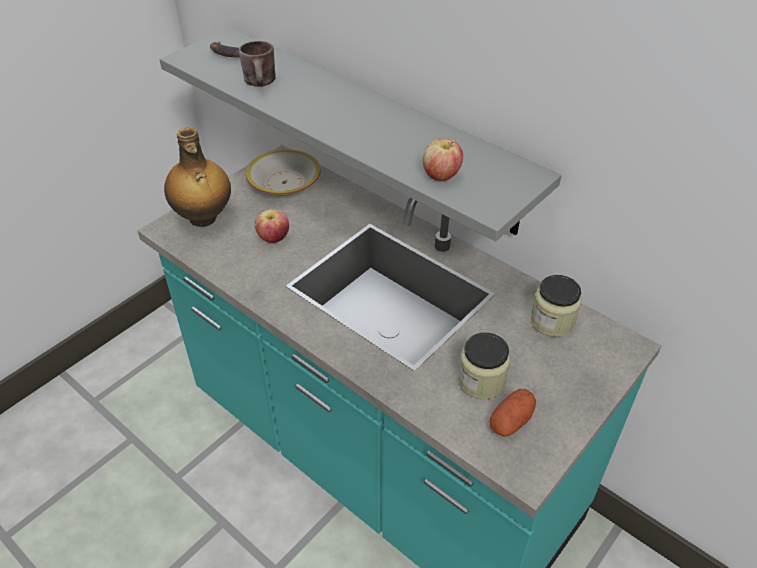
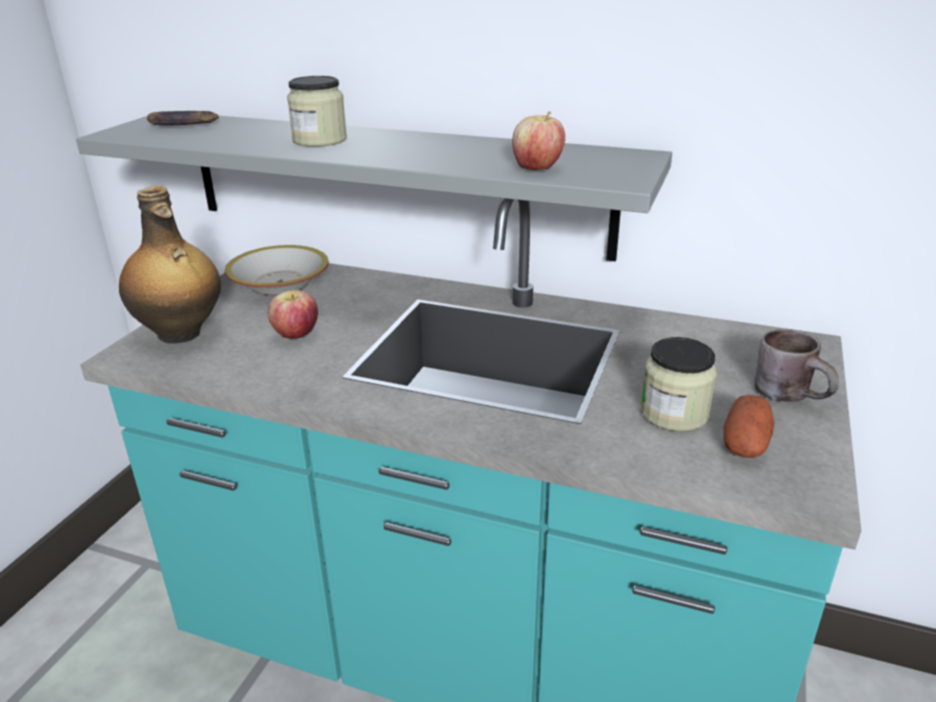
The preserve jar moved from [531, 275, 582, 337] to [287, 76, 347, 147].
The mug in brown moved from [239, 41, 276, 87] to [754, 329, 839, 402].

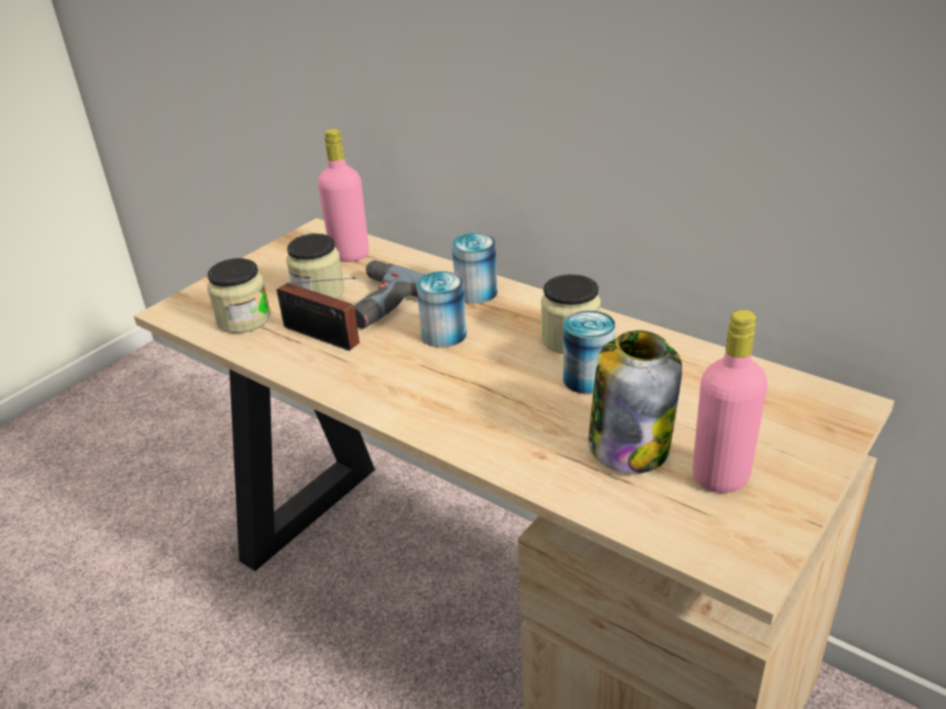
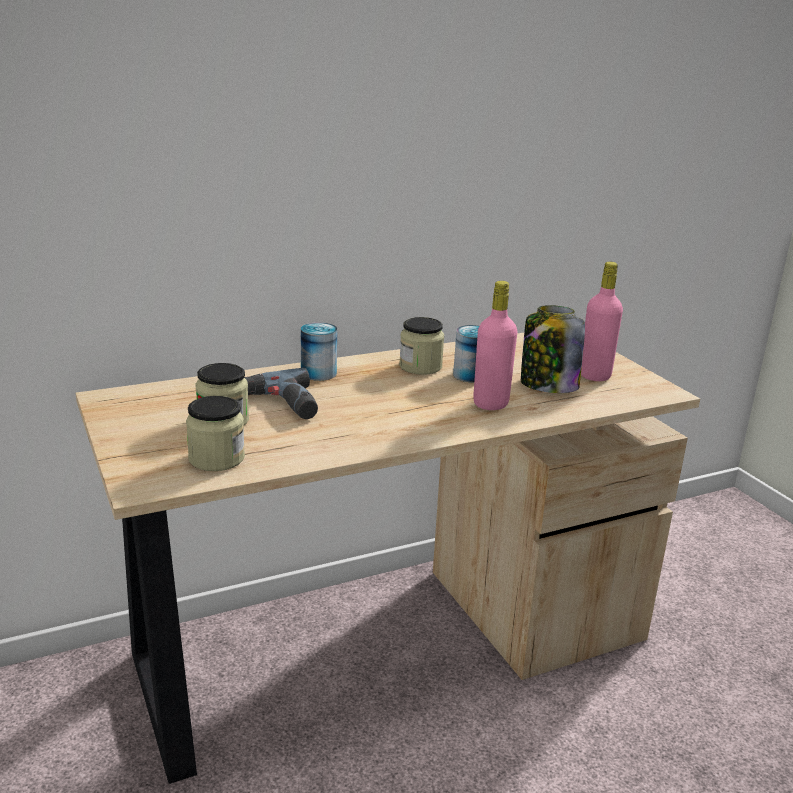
The bottle in pinkish moved from [318, 129, 369, 262] to [473, 281, 517, 410].
The radio receiver at [277, 277, 359, 351] disappeared.
The metal can at [416, 271, 467, 348] disappeared.

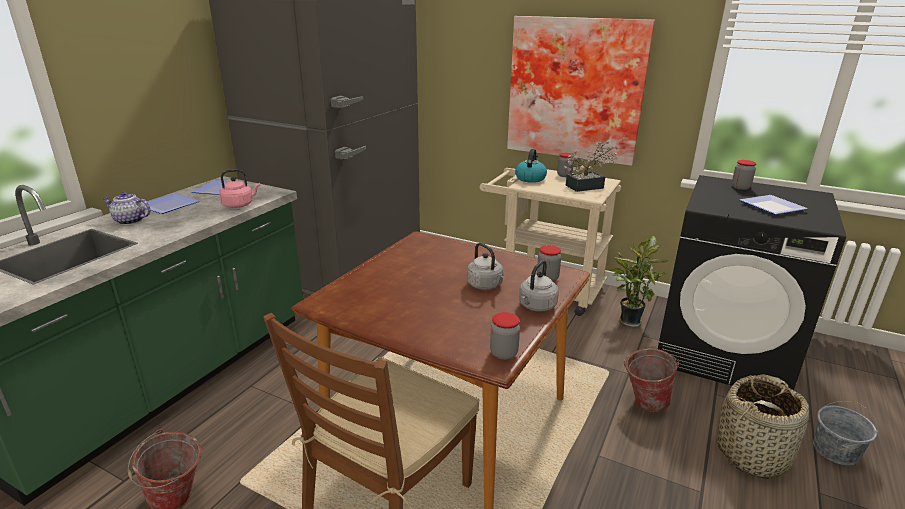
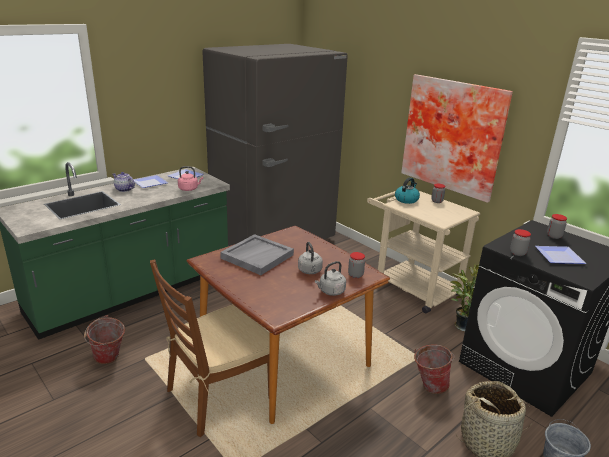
The tray in greyish at [220, 234, 294, 275] appeared.
The preserve jar moved from [490, 312, 520, 360] to [510, 229, 531, 256].
The houseplant at [564, 141, 618, 192] disappeared.

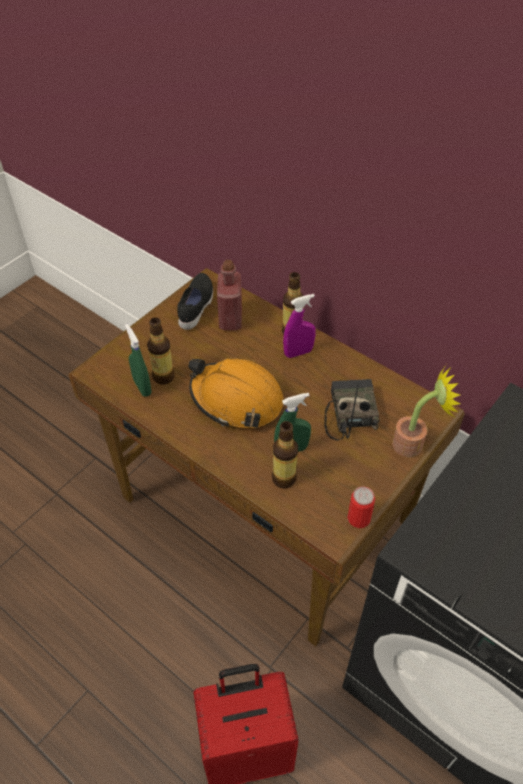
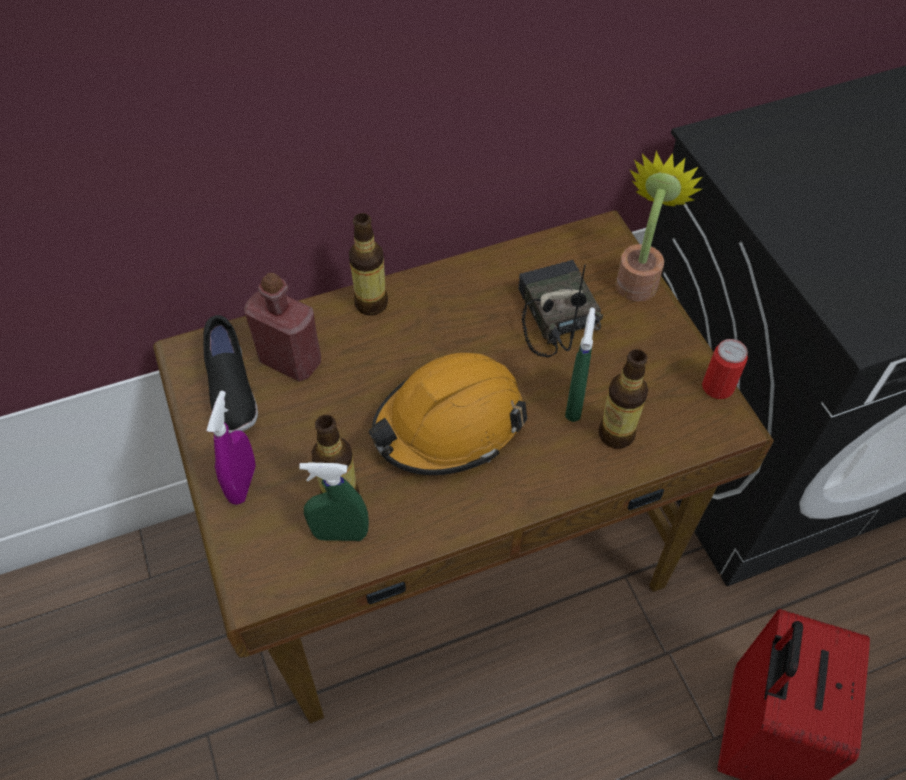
The low shoe in black-coloured at [177, 273, 213, 330] turned 150 degrees counterclockwise.
The sprayer in purple moved from [283, 294, 316, 358] to [207, 391, 256, 505].
The radio receiver at [324, 379, 380, 440] turned 45 degrees clockwise.

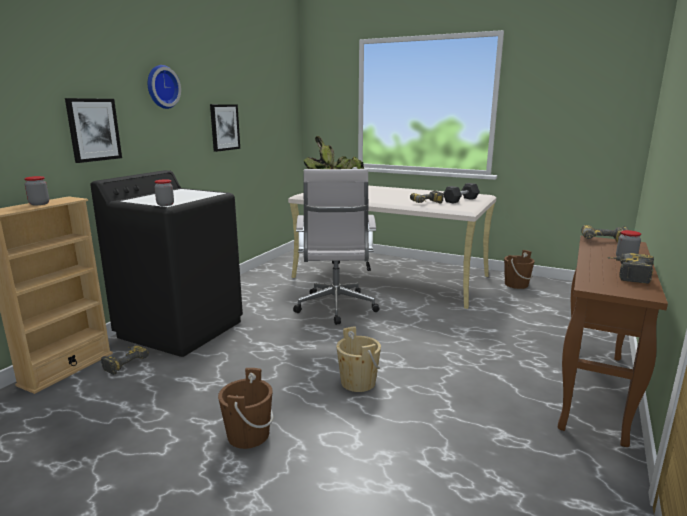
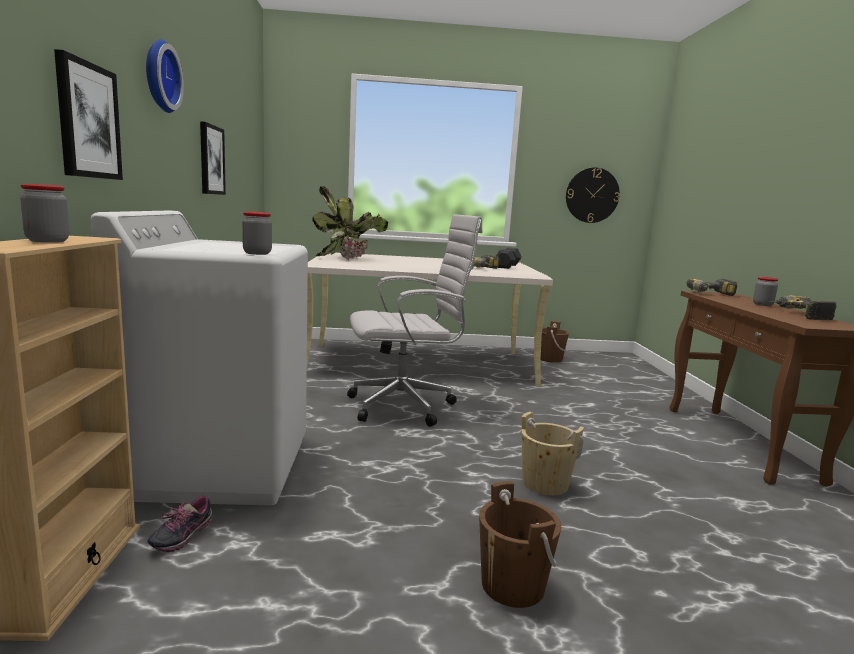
The washing machine in black-coloured at [90, 170, 243, 357] became the washing machine in white-coloured at [90, 211, 308, 505].
The power drill at [101, 345, 149, 375] was replaced by the low shoe at [147, 496, 213, 552].
The office chair in white-coloured at [293, 169, 380, 325] turned 75 degrees counterclockwise.
The clock on the wall at [566, 168, 620, 223] appeared.

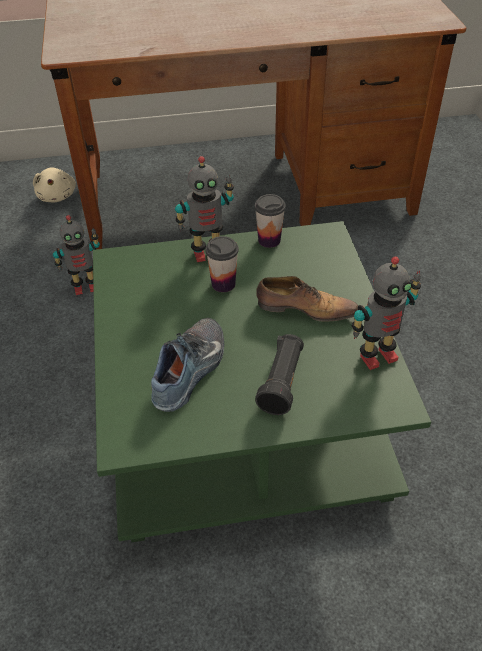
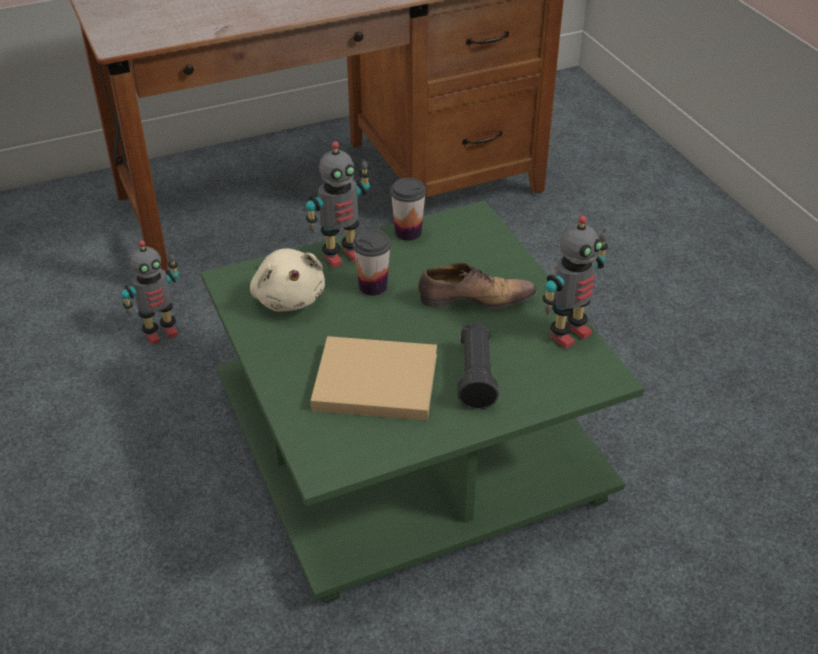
The soft toy in beige-coloured moved from [33, 168, 76, 202] to [250, 248, 325, 312].
The low shoe at [151, 318, 224, 412] was replaced by the volume in beige-coloured at [311, 336, 437, 421].

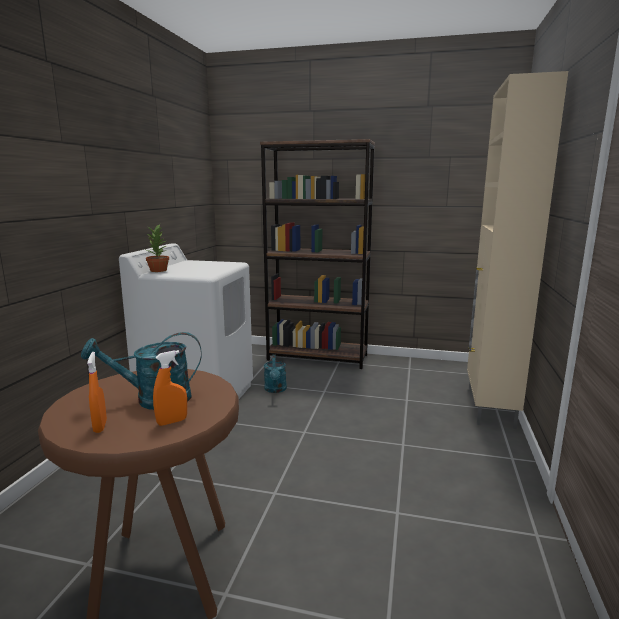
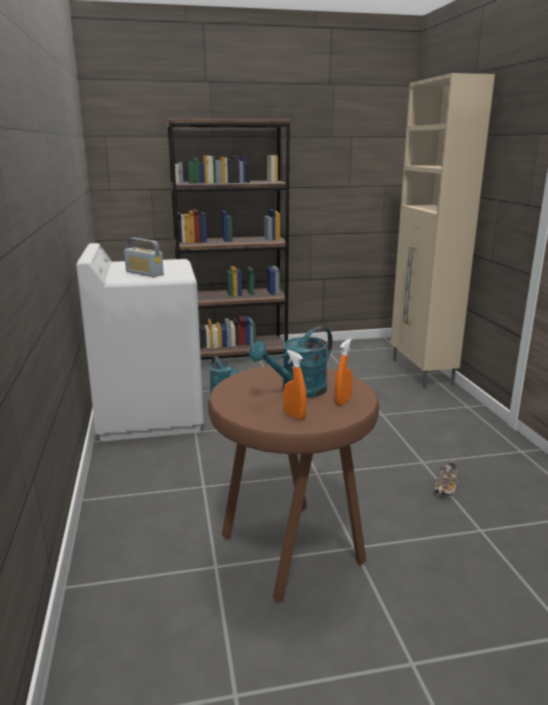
The radio receiver at [124, 238, 164, 277] appeared.
The low shoe at [434, 461, 459, 496] appeared.
The houseplant at [146, 224, 169, 272] disappeared.

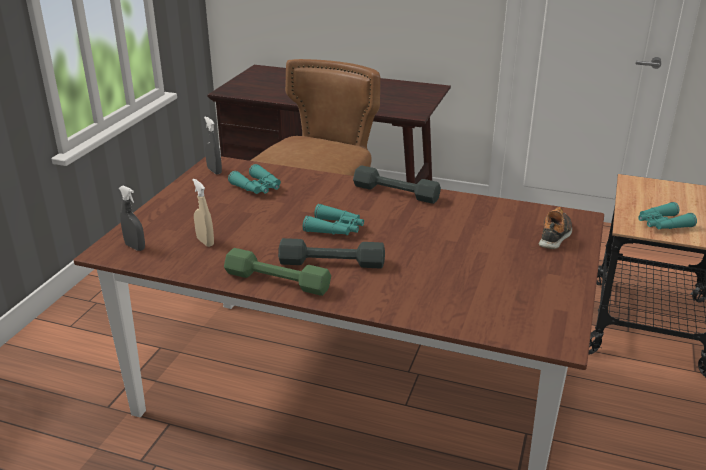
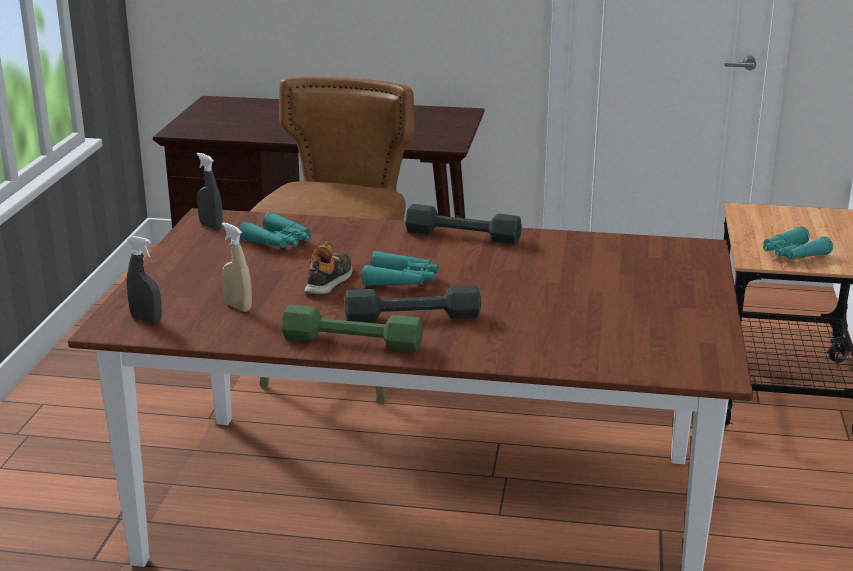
The low shoe moved from [538, 207, 572, 249] to [304, 241, 352, 295].

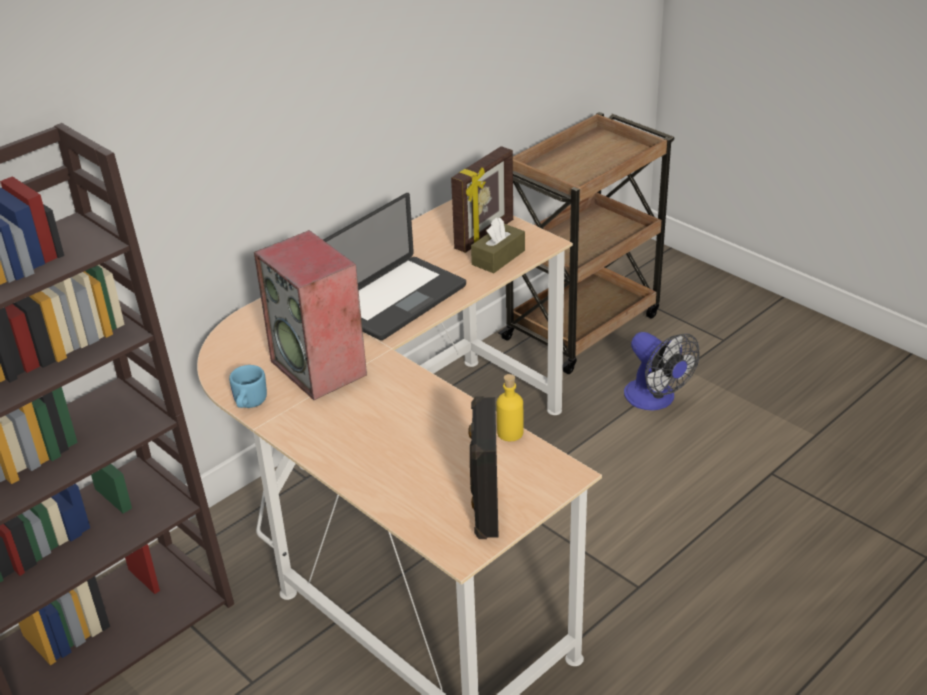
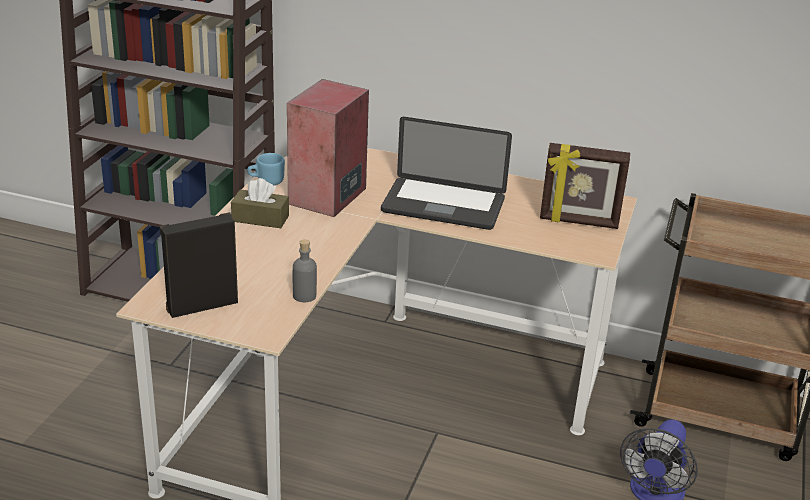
The tissue holder in brown moved from [471, 217, 525, 273] to [231, 178, 289, 228].
The bottle in yellowish at [497, 374, 524, 441] became the bottle in greyish at [293, 239, 317, 302].

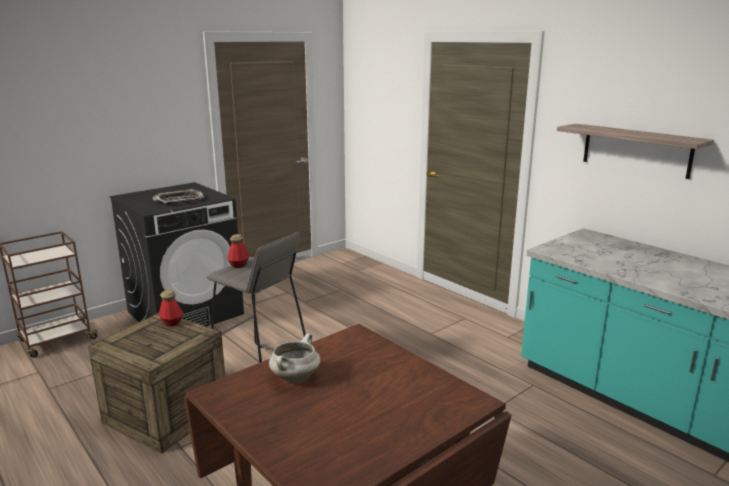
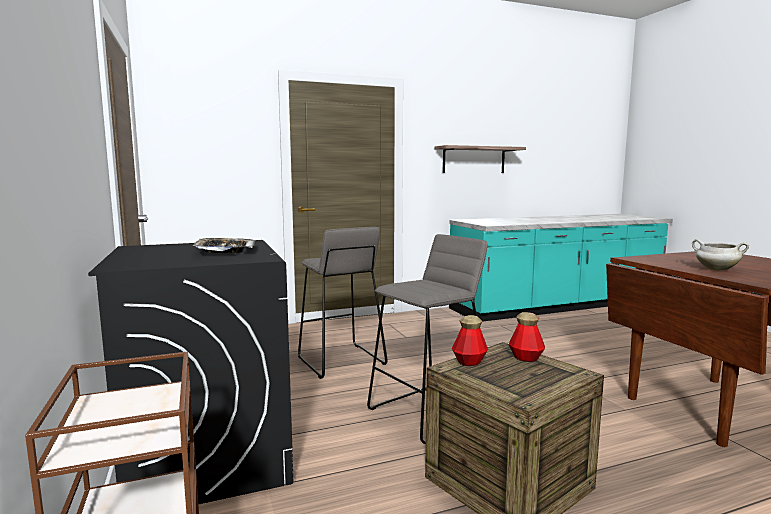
The stool in greyish at [298, 227, 388, 379] appeared.
The bottle moved from [227, 234, 250, 268] to [509, 312, 545, 362].

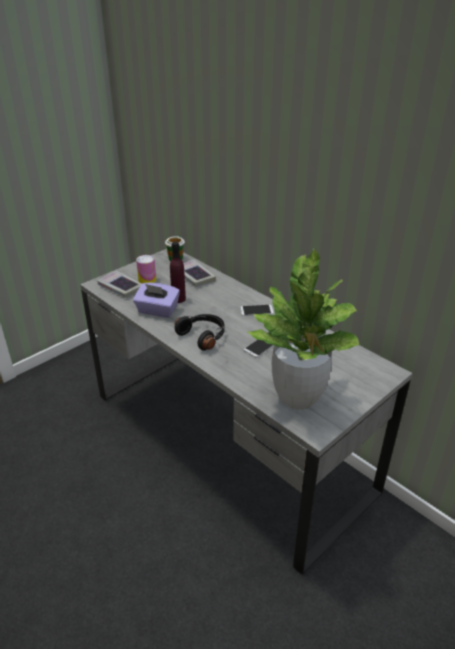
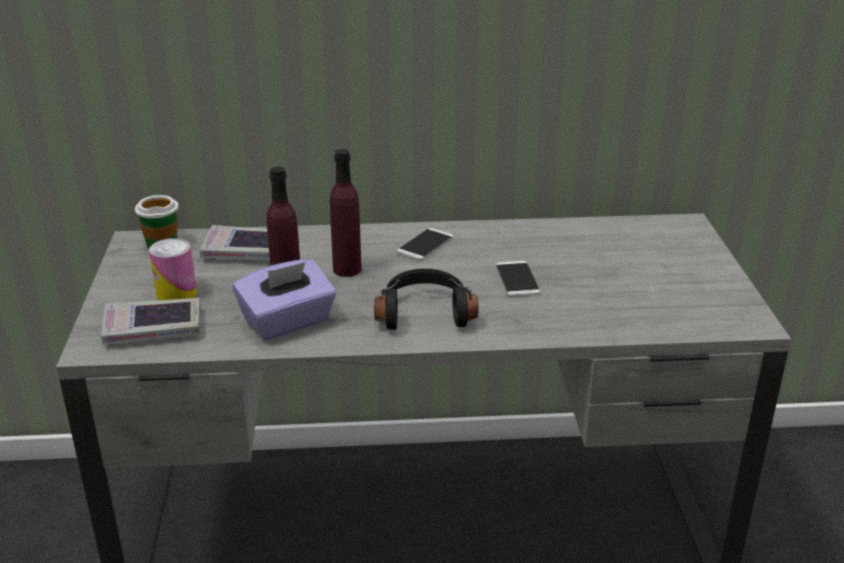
The bottle in purple at [330, 149, 361, 277] appeared.
The houseplant at [248, 248, 360, 409] disappeared.

